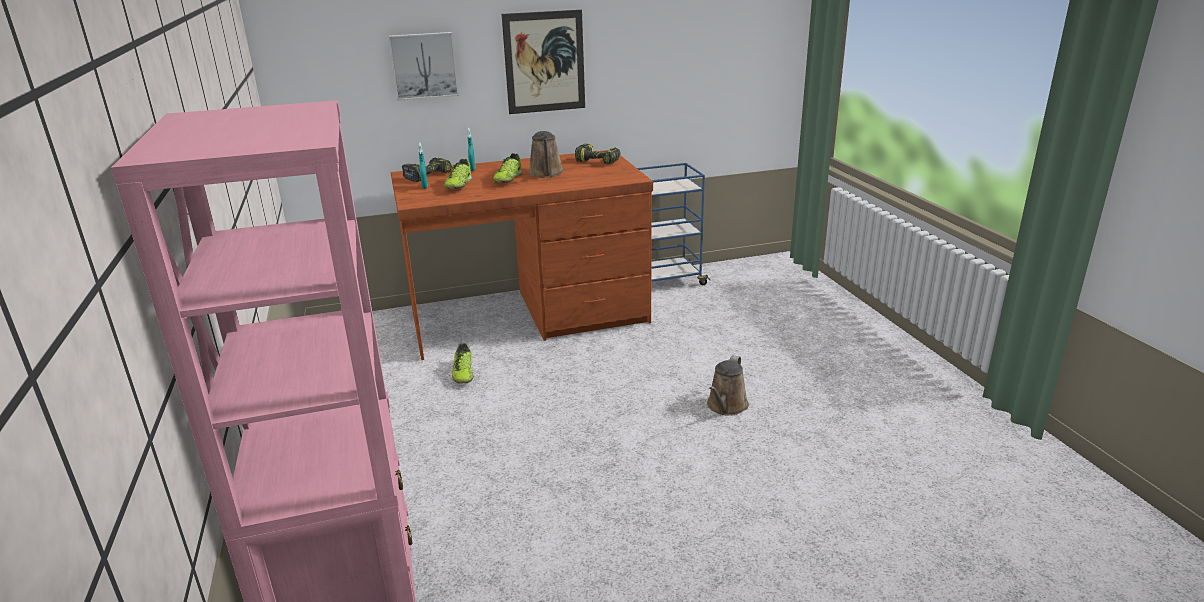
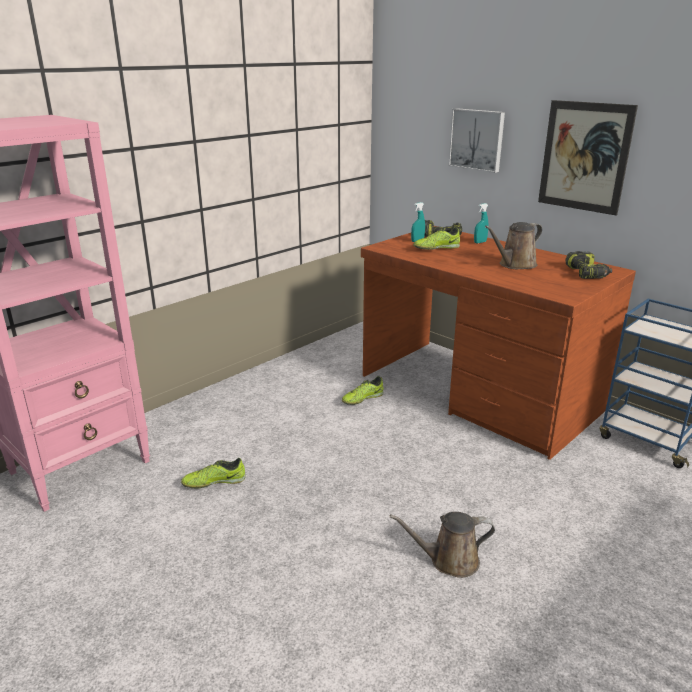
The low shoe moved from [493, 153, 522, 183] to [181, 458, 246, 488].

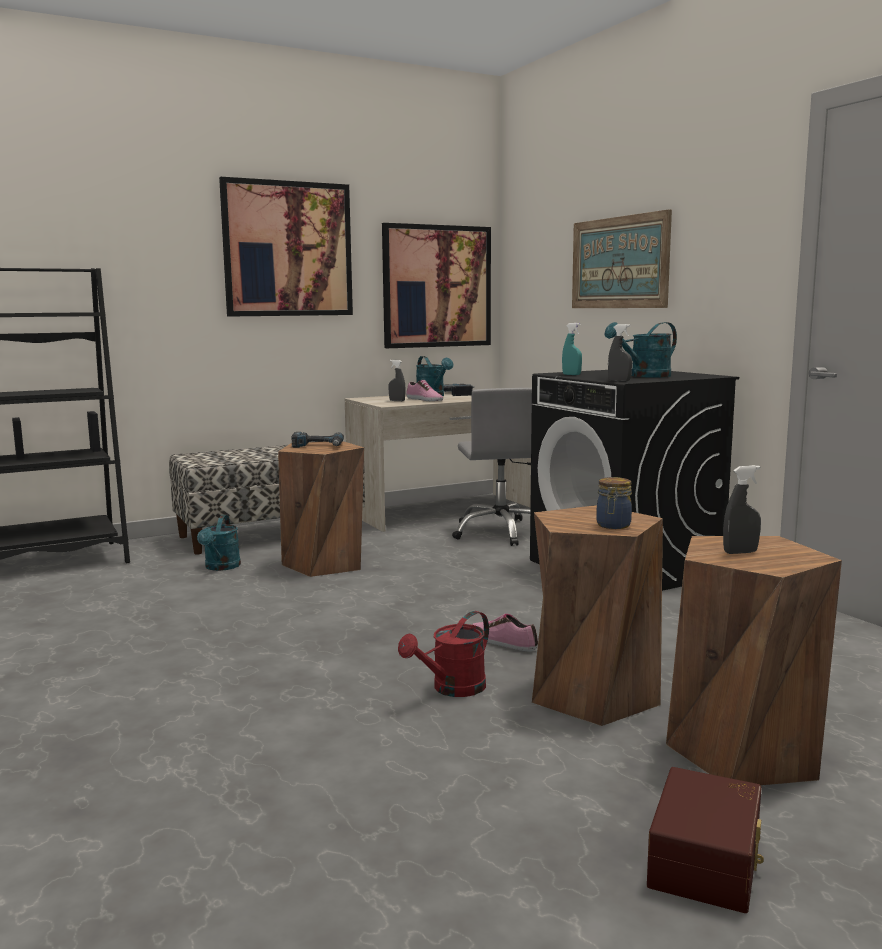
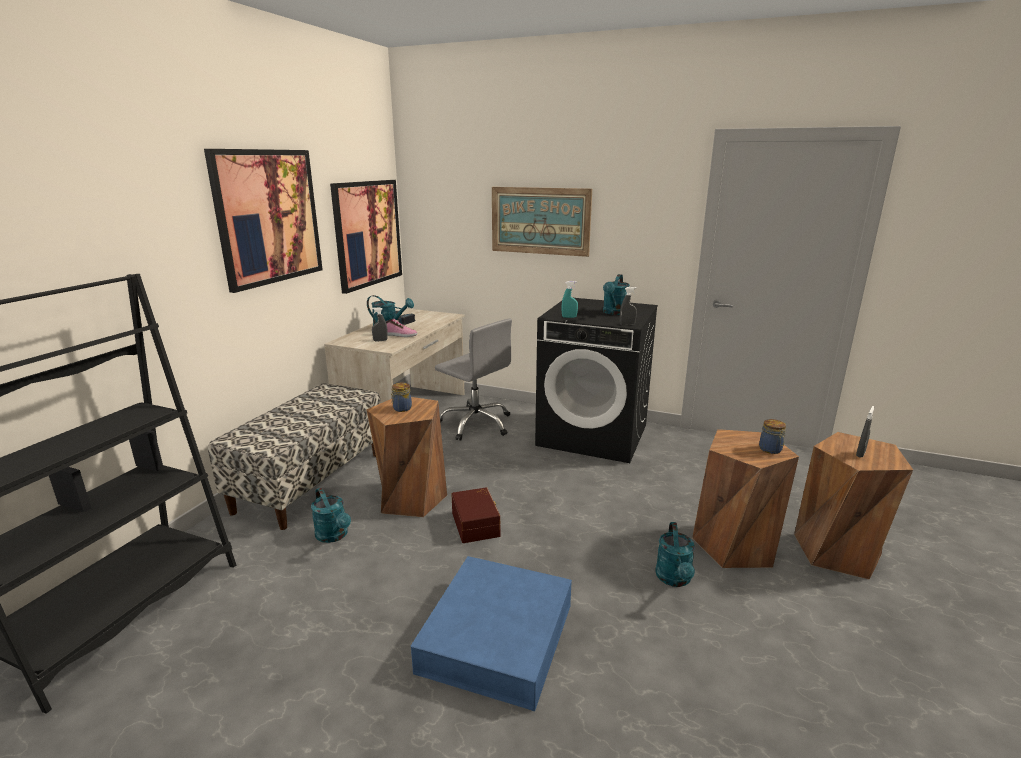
The power drill at [291, 432, 344, 448] was replaced by the preserve jar at [391, 382, 412, 412].
The storage bin in blue at [411, 556, 572, 711] appeared.
The storage bin in brown moved from [647, 767, 764, 913] to [452, 487, 500, 543].
The watering pot in red at [398, 611, 489, 697] became the watering pot in turquoise-coloured at [655, 522, 695, 587].
The low shoe at [472, 614, 538, 651] disappeared.

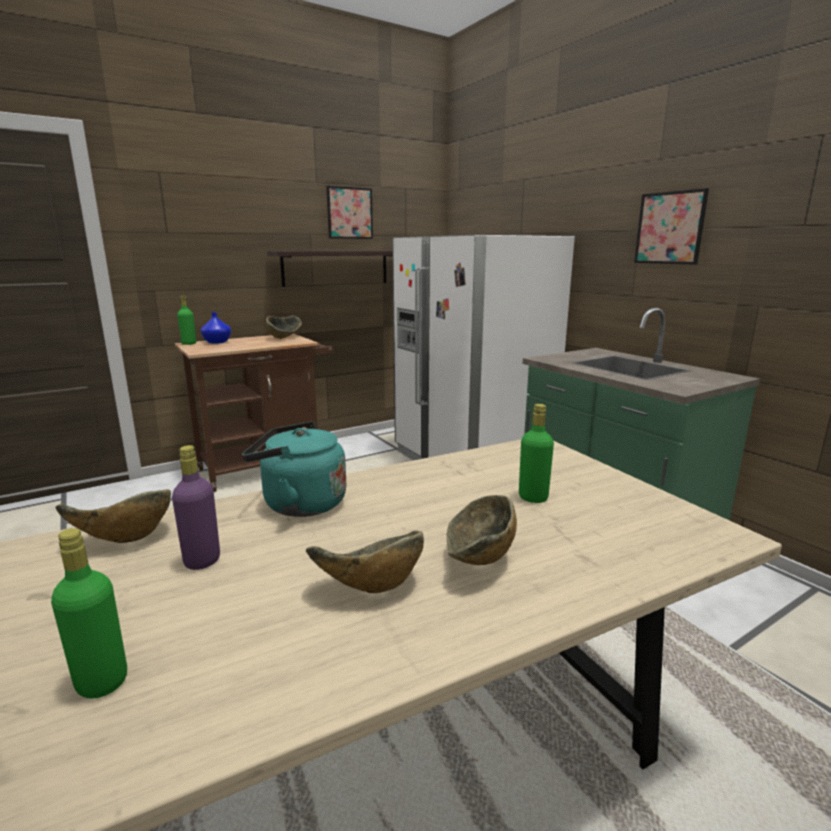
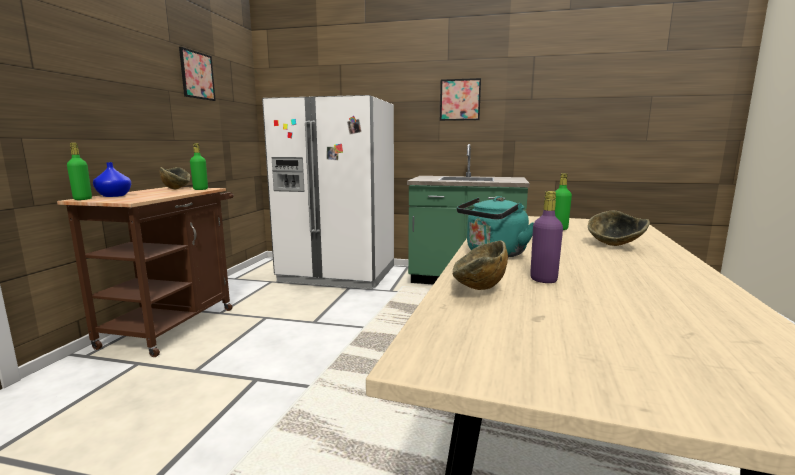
The bottle in greenish moved from [51, 528, 127, 699] to [190, 143, 208, 190].
The bracket shelf at [267, 251, 392, 287] disappeared.
The deep dish at [306, 530, 424, 593] disappeared.

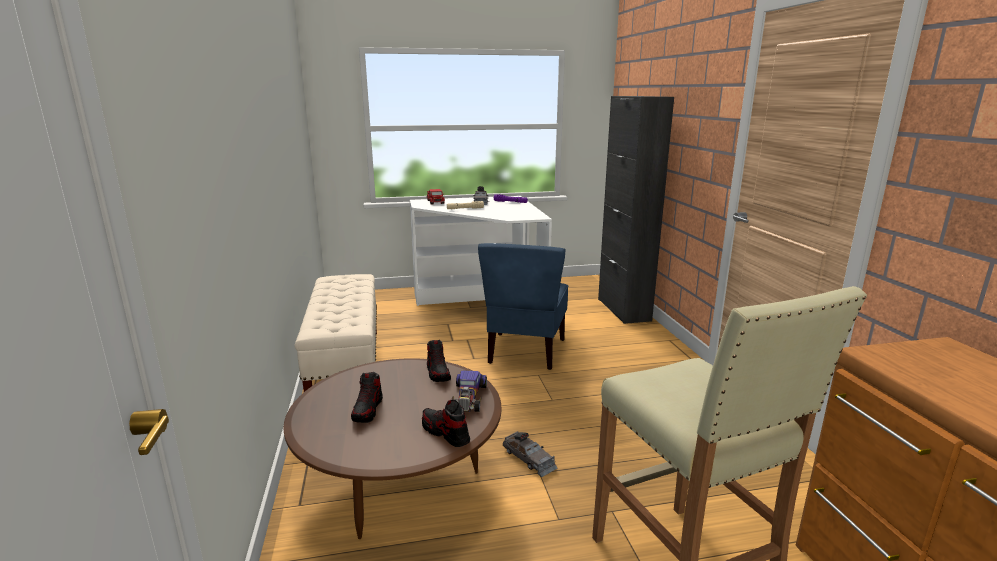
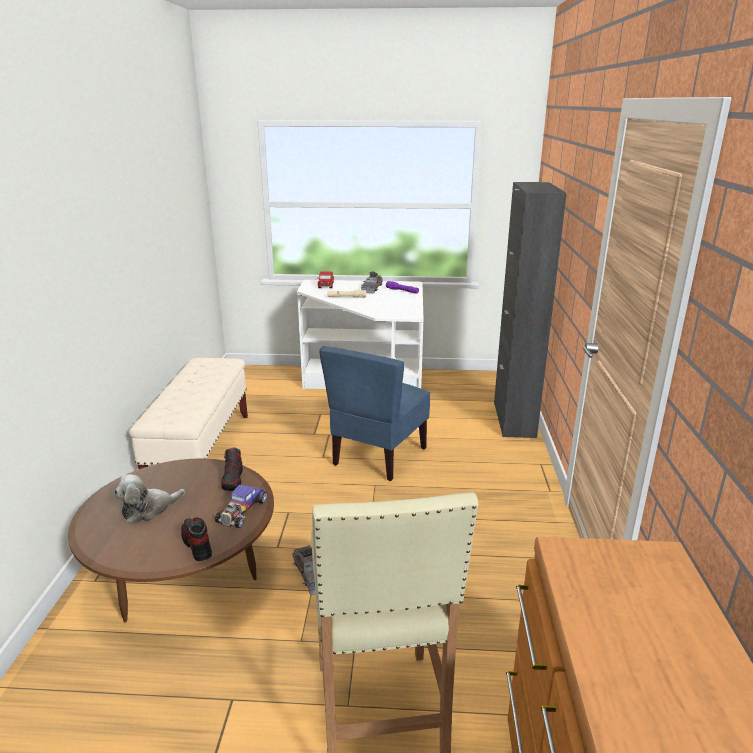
The low shoe at [351, 372, 383, 423] was replaced by the soft toy at [114, 474, 185, 524].

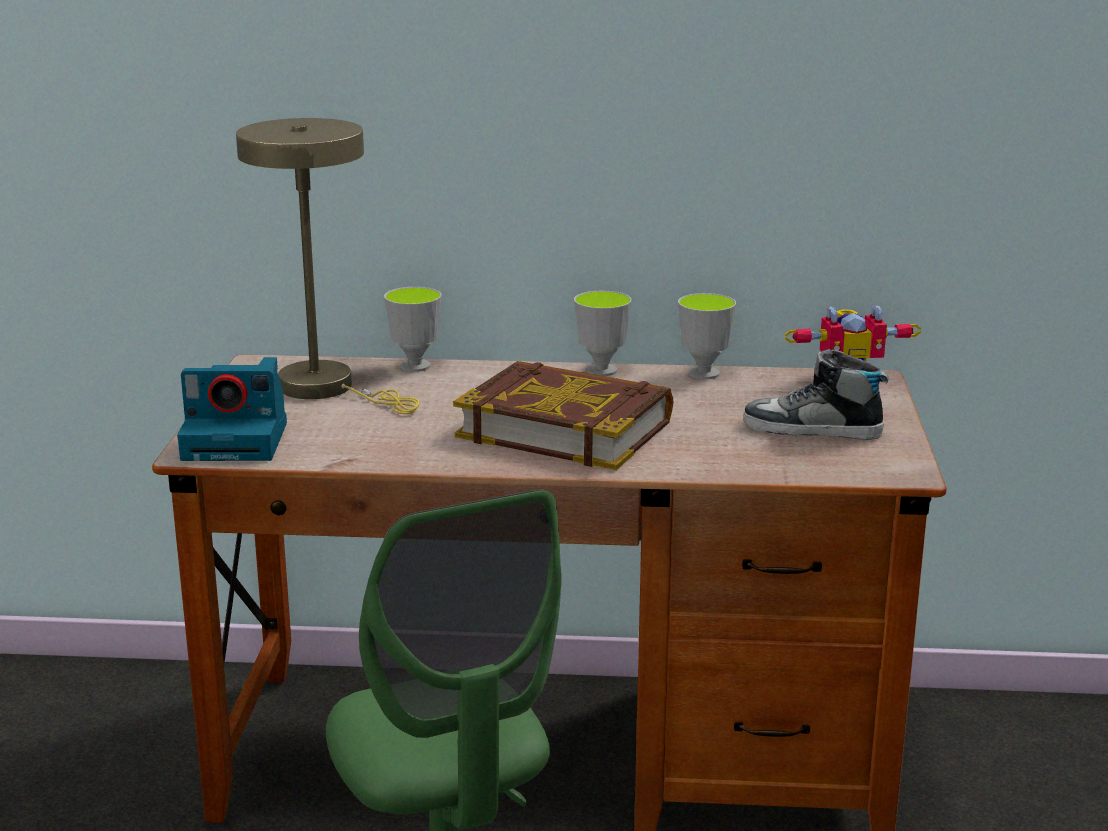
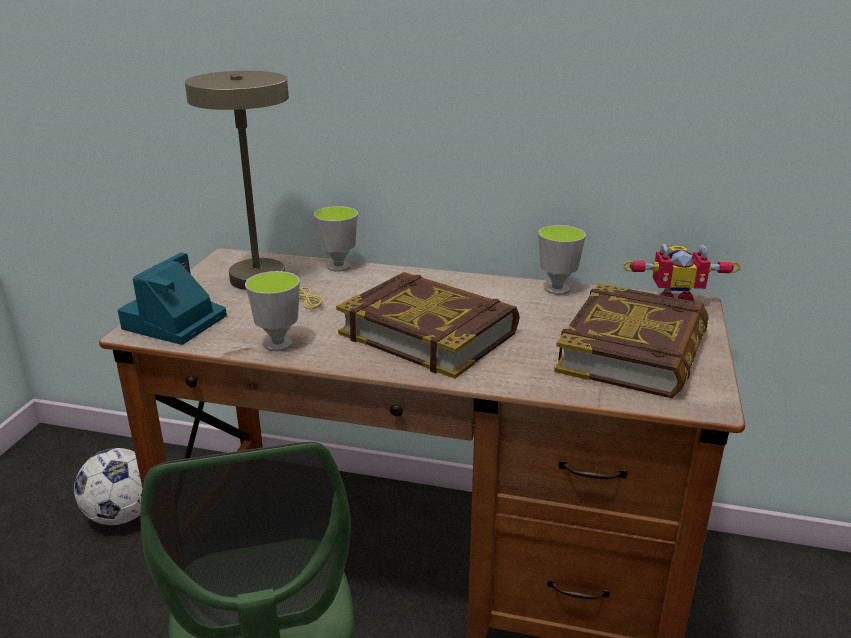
The ball for football at [74, 448, 142, 525] appeared.
The still camera at [177, 357, 287, 461] turned 105 degrees clockwise.
The drinking cup moved from [574, 290, 632, 376] to [245, 271, 300, 351].
The low shoe at [743, 349, 889, 440] was replaced by the volume at [554, 283, 709, 398].

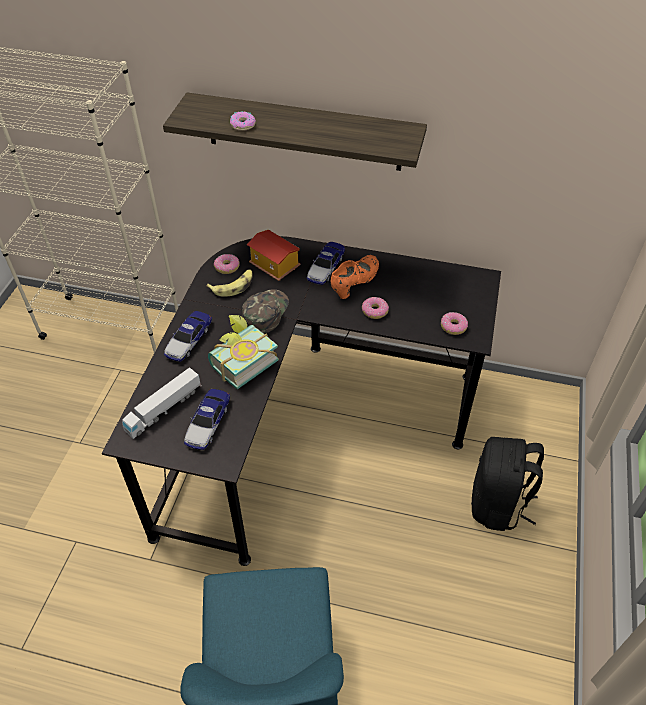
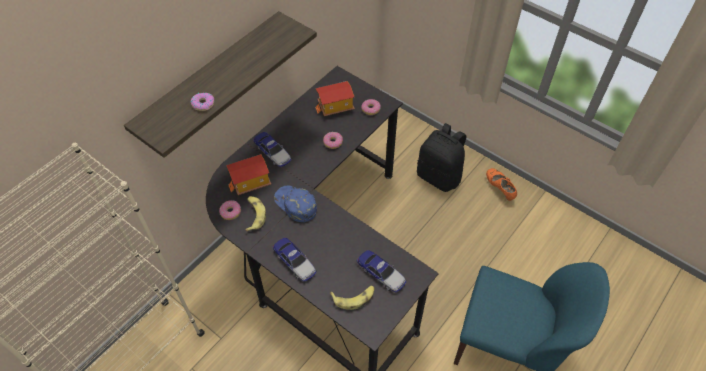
The cap in greenish at [242, 289, 289, 334] became the cap in blue at [274, 185, 317, 222].
The toy house at [315, 81, 355, 116] appeared.
The model truck at [122, 367, 202, 439] was replaced by the whole banana at [330, 285, 374, 310].
The low shoe in orangey moved from [330, 255, 379, 299] to [486, 168, 517, 201].
The volume at [208, 315, 279, 389] disappeared.

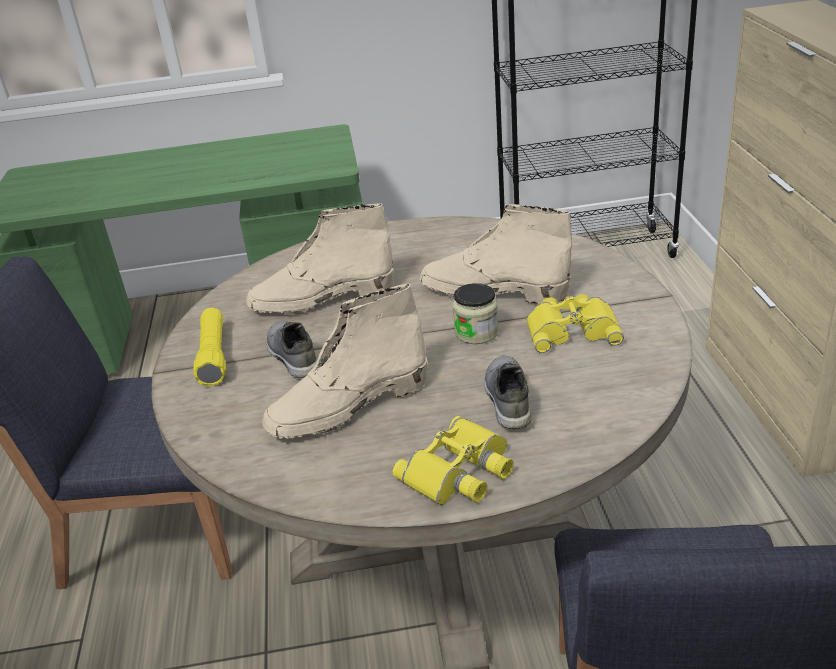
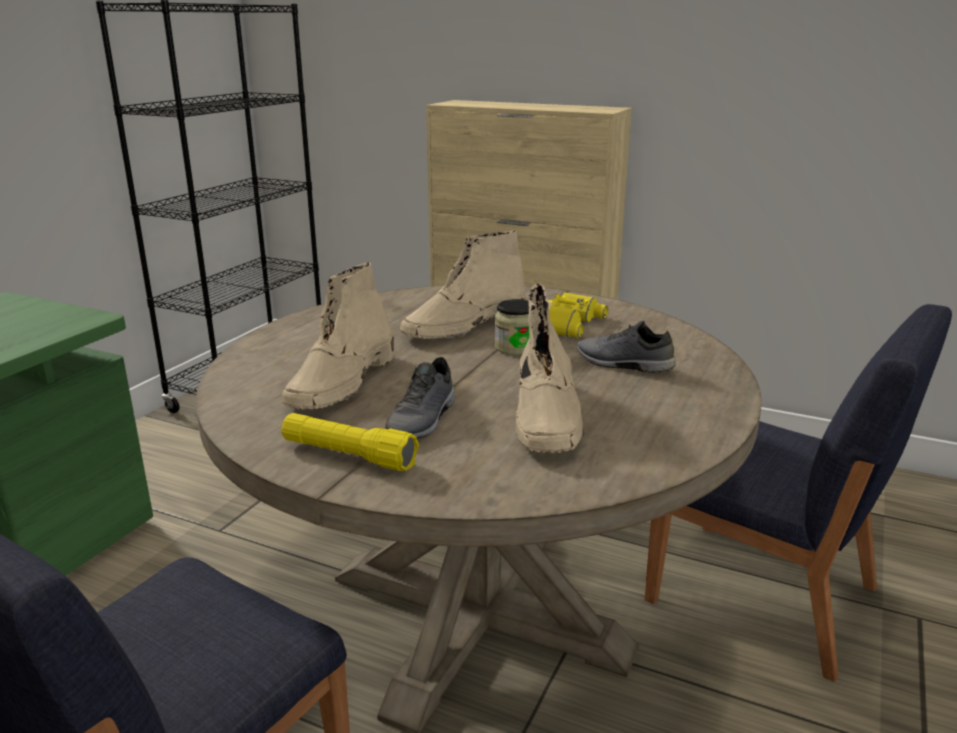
The low shoe in greyish at [267, 321, 318, 378] turned 75 degrees counterclockwise.
The pair of binoculars in yellowish at [392, 416, 514, 505] disappeared.

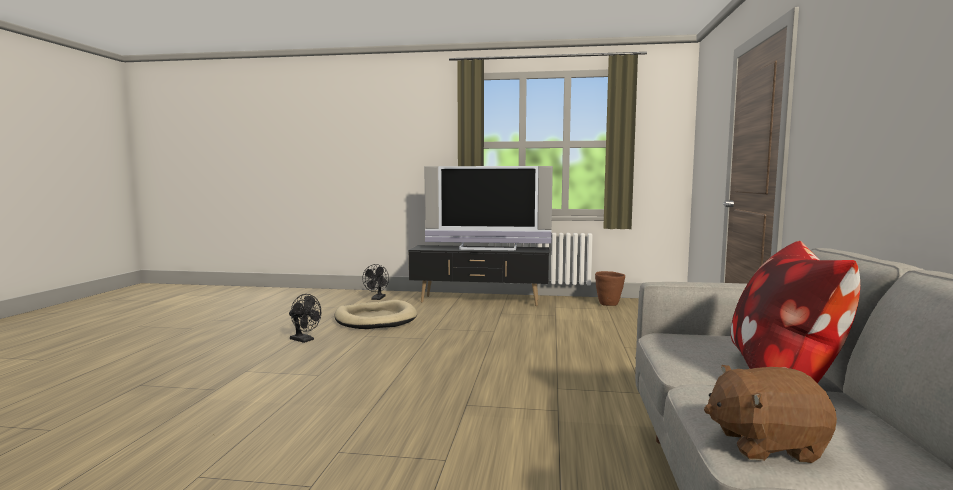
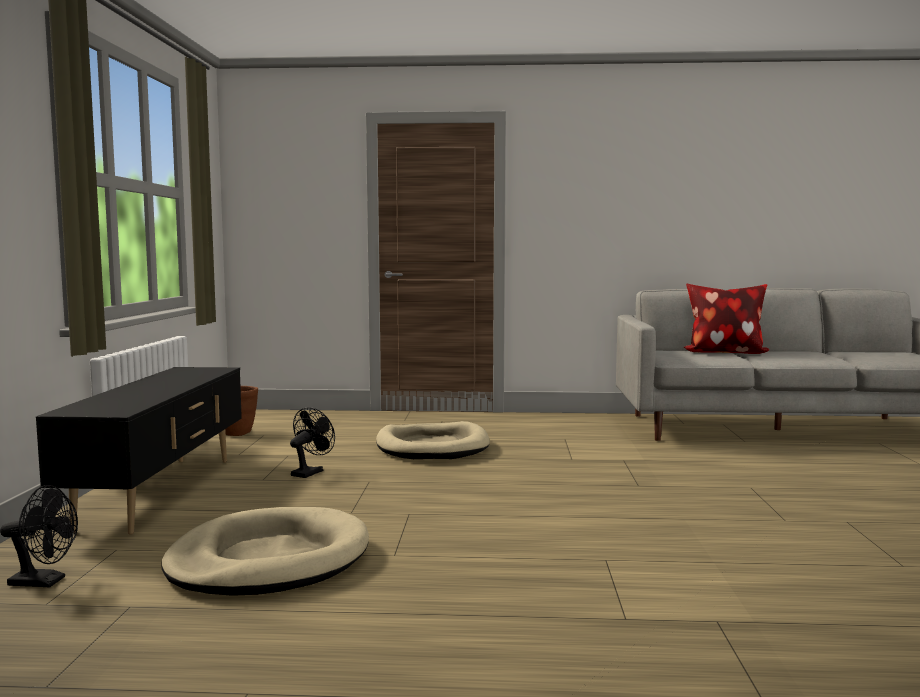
The fan in black-coloured moved from [289, 294, 321, 343] to [290, 407, 335, 478].
The dog bed in beige-coloured at [376, 421, 490, 459] appeared.
The TV set at [424, 166, 553, 250] disappeared.
The soft toy in brown at [704, 365, 837, 463] disappeared.

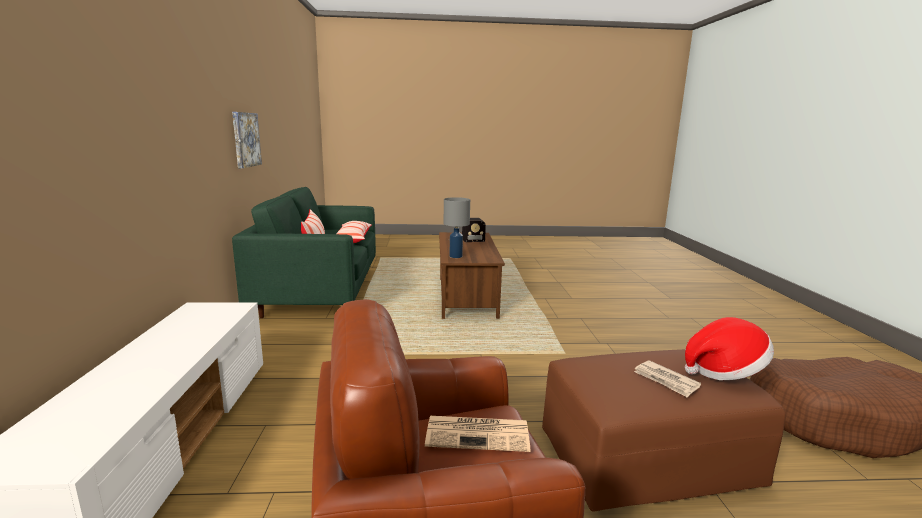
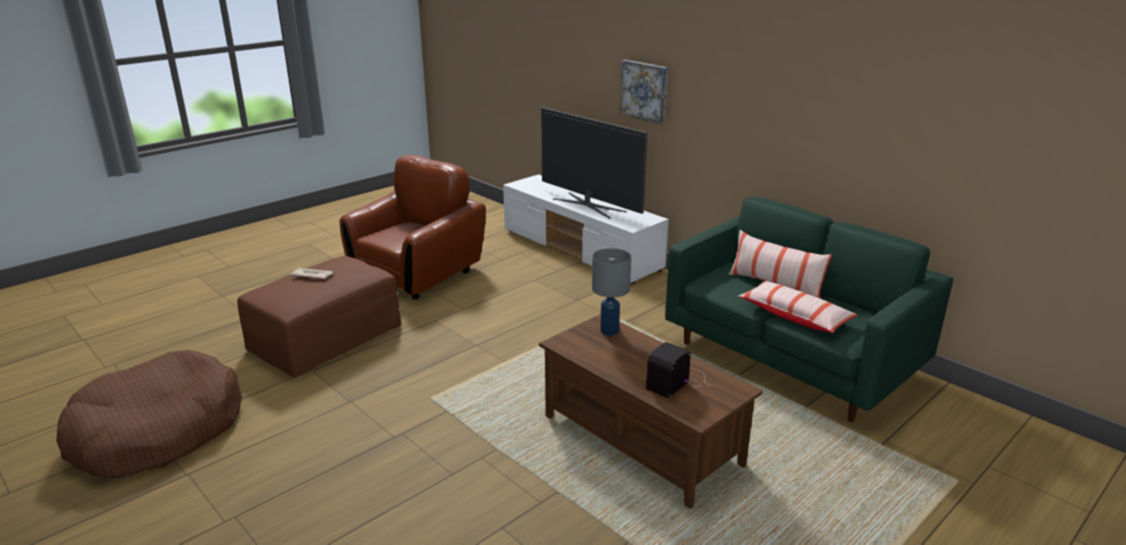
The TV set at [541, 107, 647, 219] appeared.
The wall picture moved from [232, 112, 262, 169] to [620, 60, 668, 124].
The printed paper at [425, 416, 530, 452] disappeared.
The hat at [685, 317, 774, 380] disappeared.

